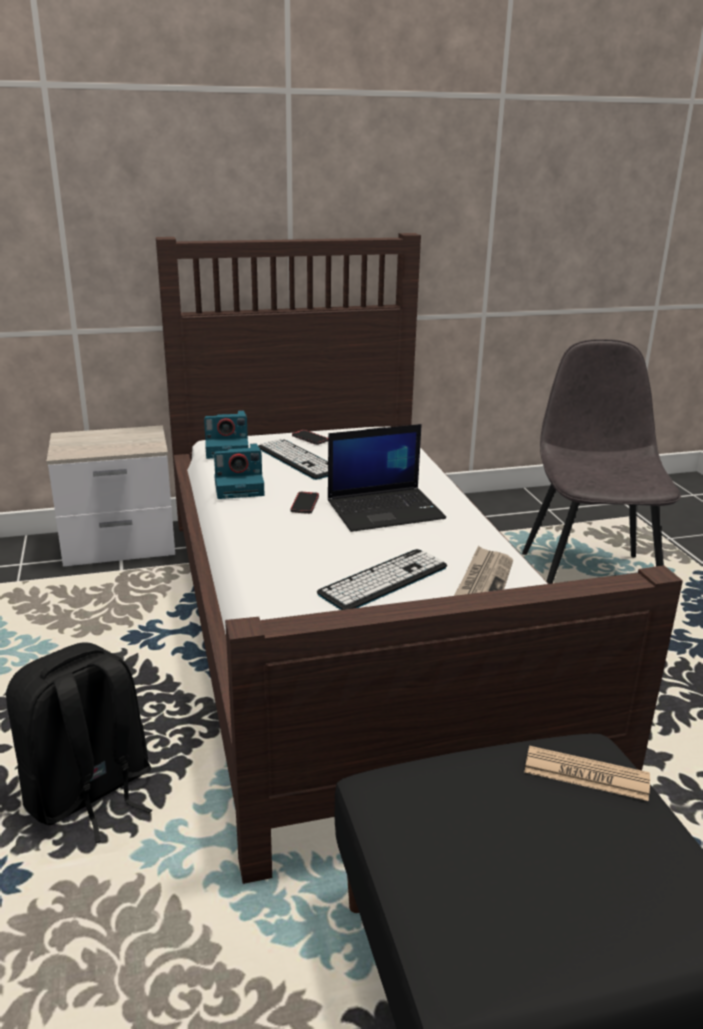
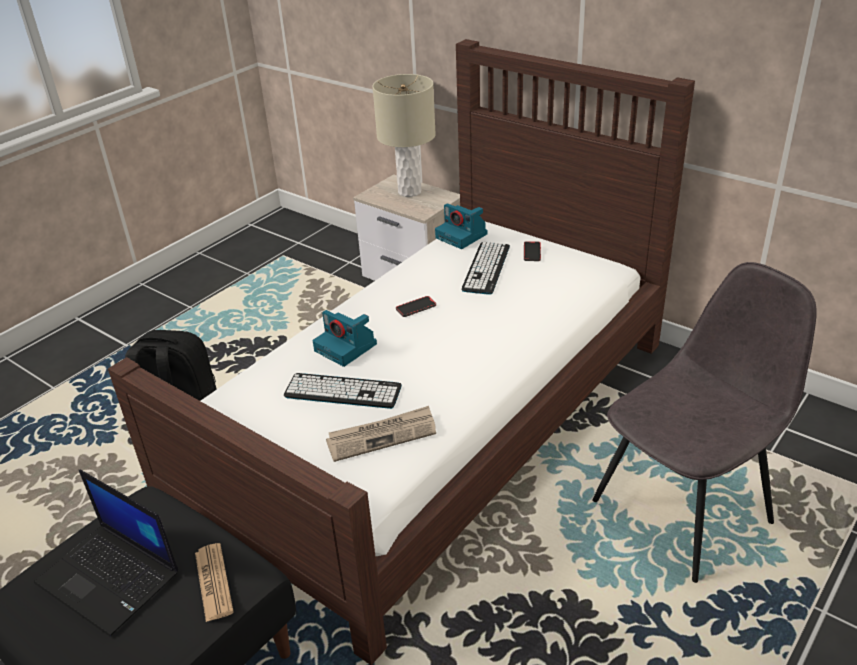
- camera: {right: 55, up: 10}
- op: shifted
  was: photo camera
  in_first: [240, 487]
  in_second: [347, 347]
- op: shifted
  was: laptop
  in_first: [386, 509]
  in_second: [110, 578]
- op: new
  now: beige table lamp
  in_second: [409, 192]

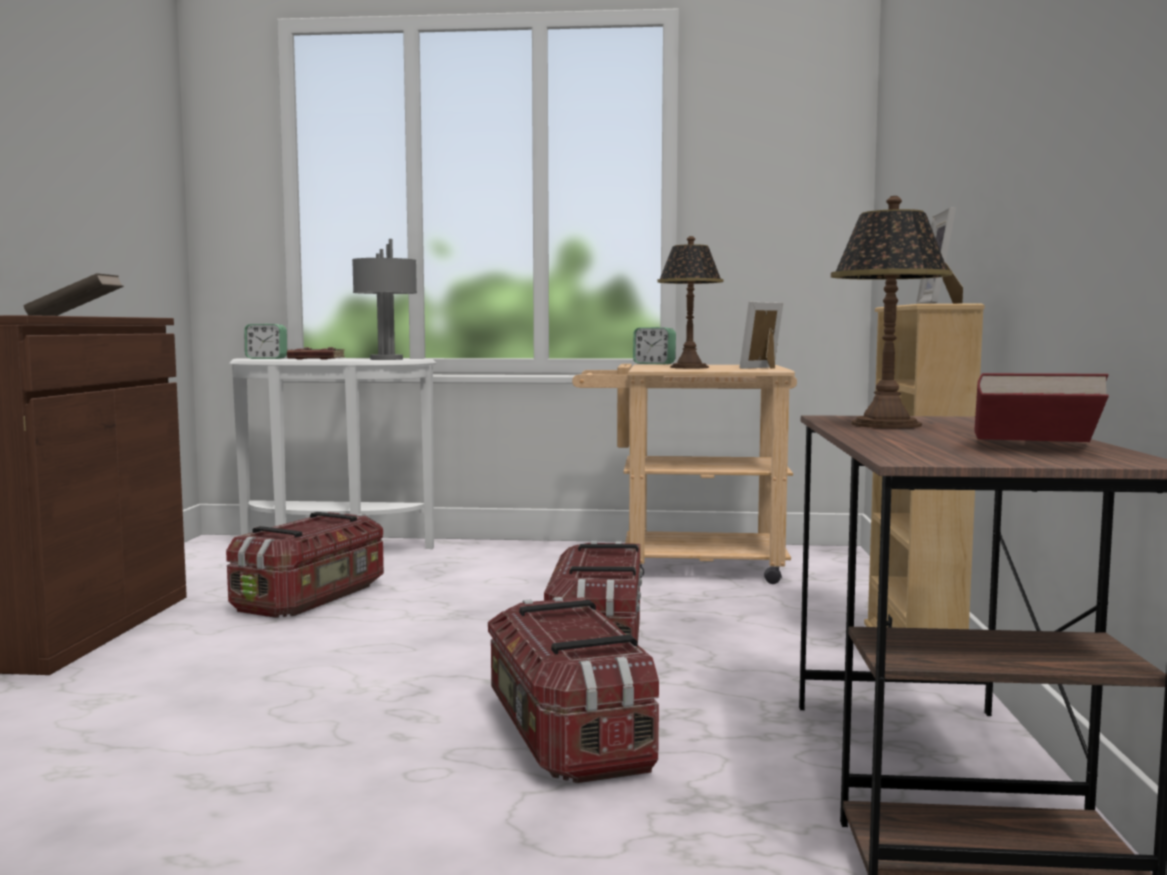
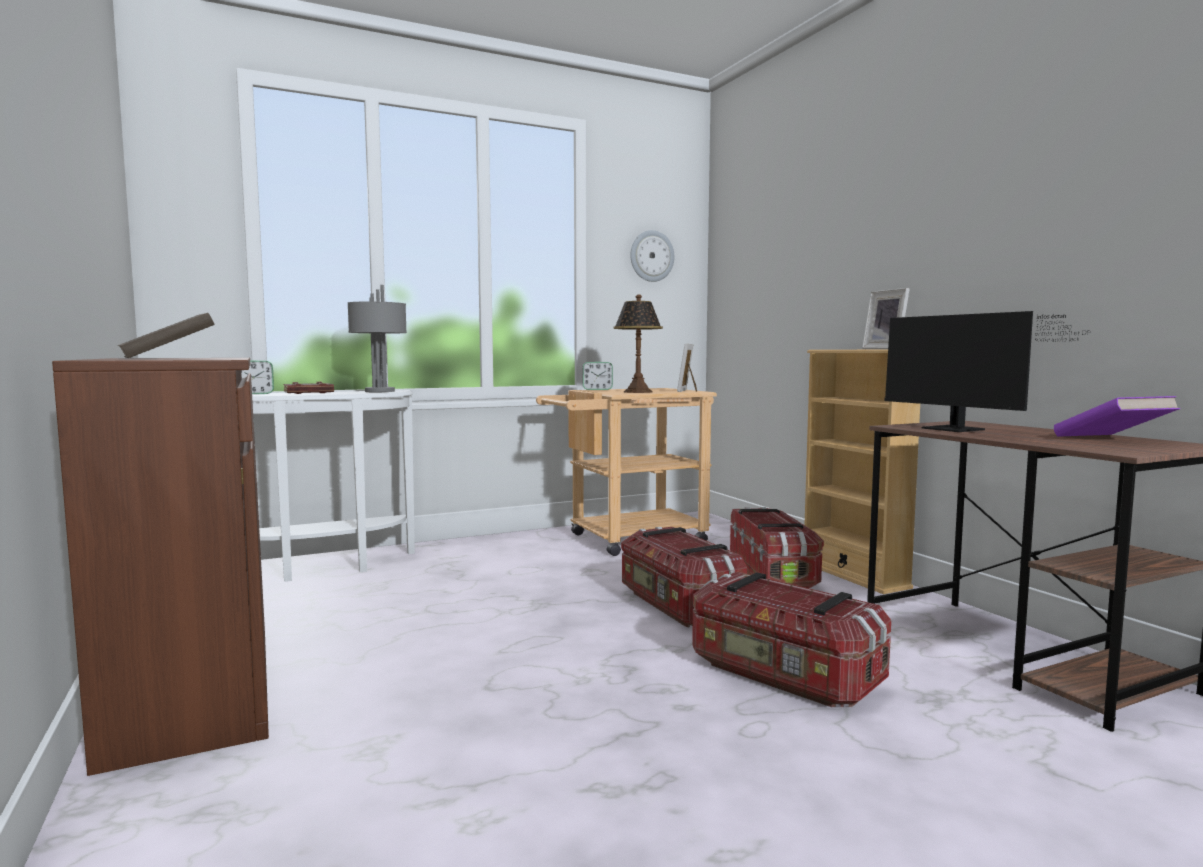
- camera: {right: -30, up: 0}
- op: shifted
  was: storage box
  in_first: [313, 597]
  in_second: [772, 575]
- op: swapped
  was: table lamp
  now: monitor
  in_first: [885, 425]
  in_second: [958, 430]
- op: repainted
  was: red book
  now: purple book
  in_first: [1034, 447]
  in_second: [1111, 440]
- op: new
  now: wall clock
  in_second: [651, 256]

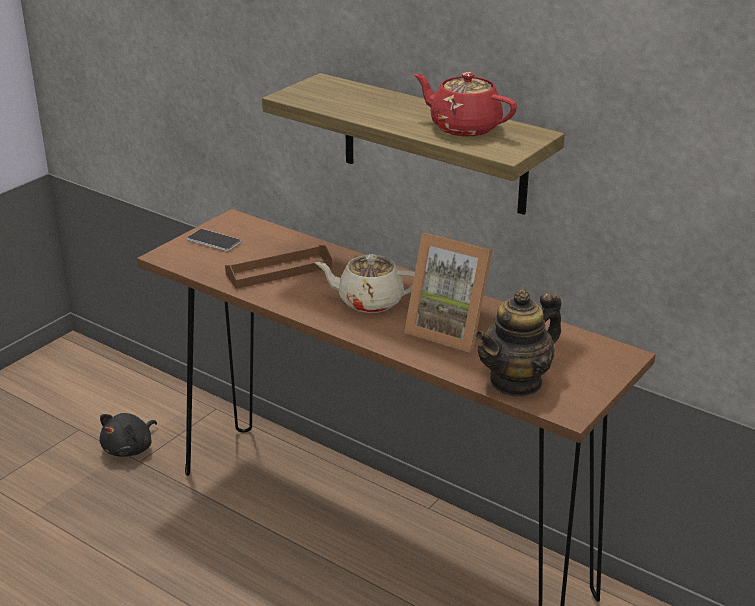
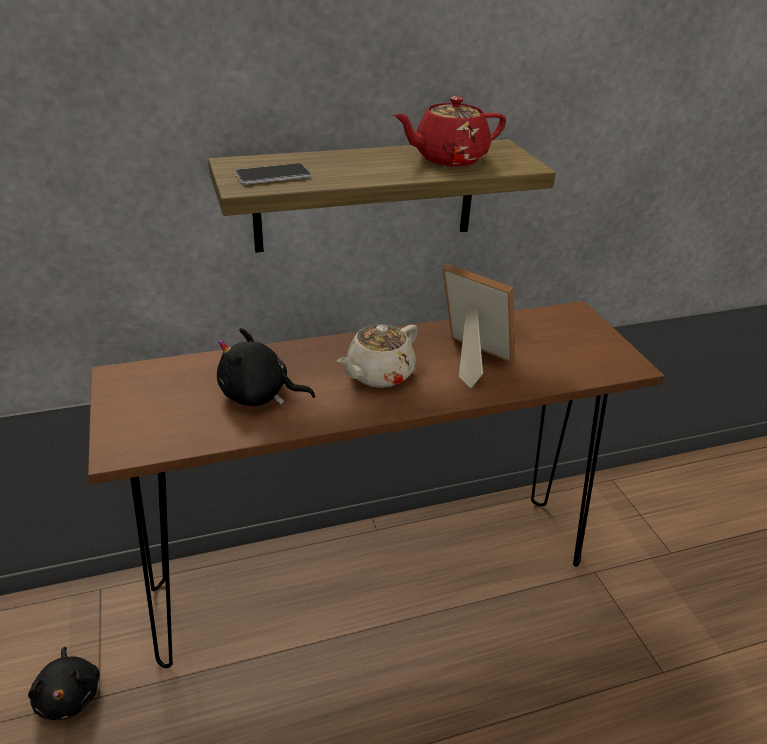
- camera: {right: -55, up: 5}
- op: shifted
  was: phone
  in_first: [213, 241]
  in_second: [273, 176]
- op: swapped
  was: brown tray
  now: black plush toy
  in_first: [279, 271]
  in_second: [259, 395]
- op: rotated
  was: picture frame
  in_first: [450, 330]
  in_second: [469, 359]
  clockwise: -120
- op: gone
  was: teapot
  in_first: [516, 381]

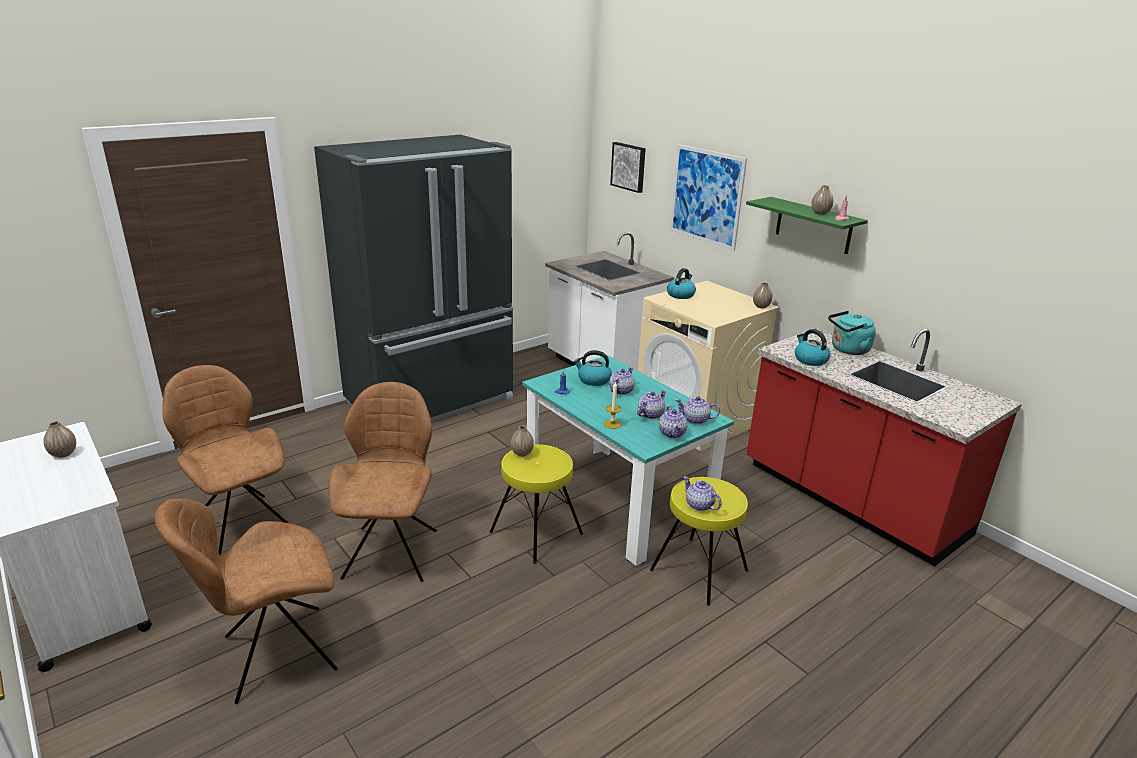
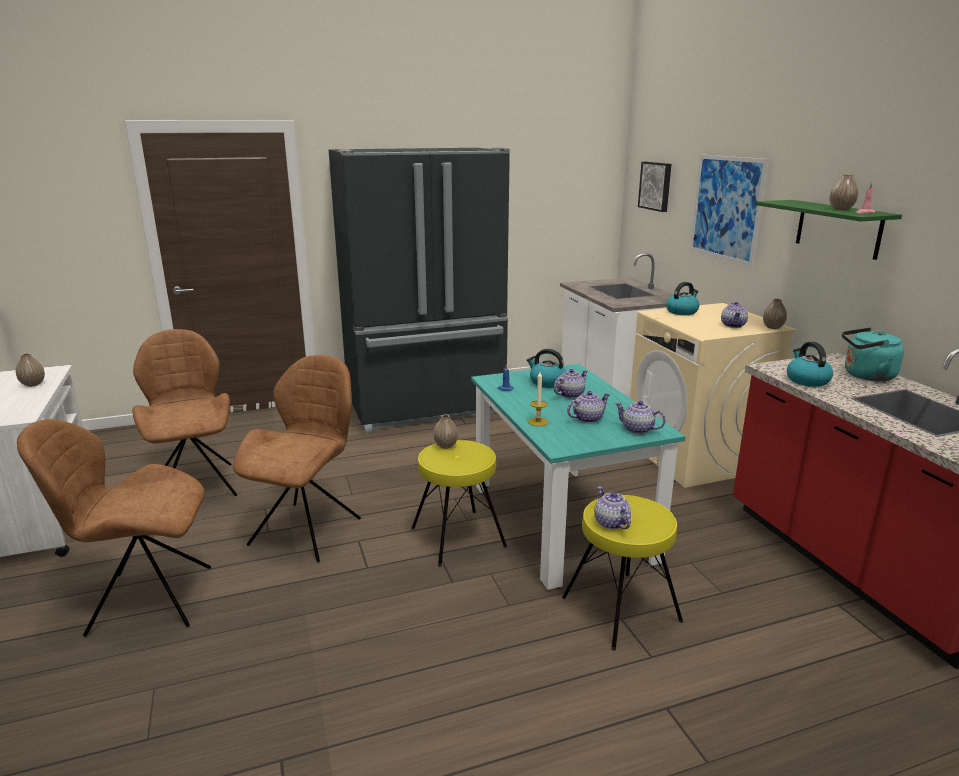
- camera: {right: 20, up: -5}
- op: shifted
  was: teapot
  in_first: [672, 433]
  in_second: [733, 325]

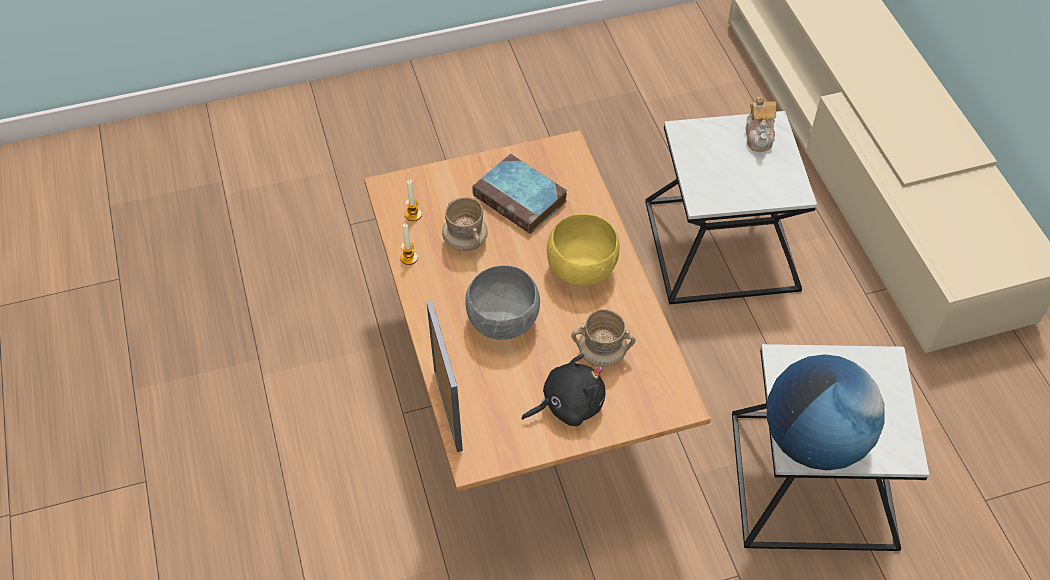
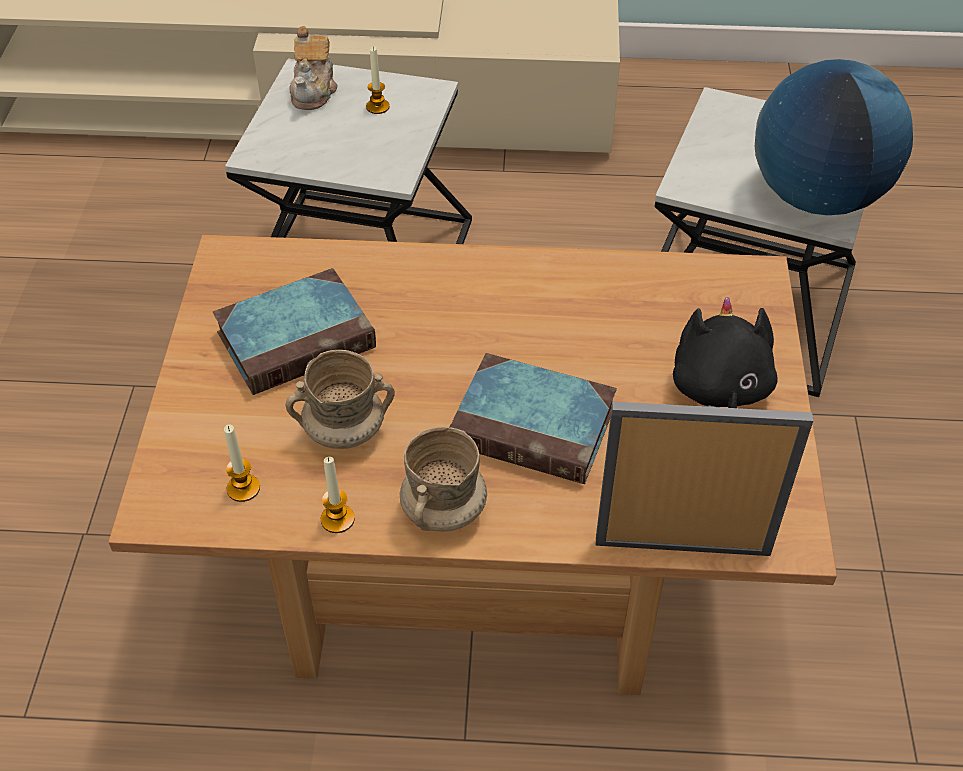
- camera: {right: -70, up: -5}
- op: swapped
  was: grey bowl
  now: book
  in_first: [504, 323]
  in_second: [537, 426]
- op: gone
  was: yellow bowl
  in_first: [582, 269]
- op: shifted
  was: beige mug
  in_first: [601, 354]
  in_second: [444, 511]
- op: rotated
  was: teapot
  in_first: [759, 135]
  in_second: [314, 91]
  clockwise: 75
- op: new
  now: candle
  in_second: [377, 107]

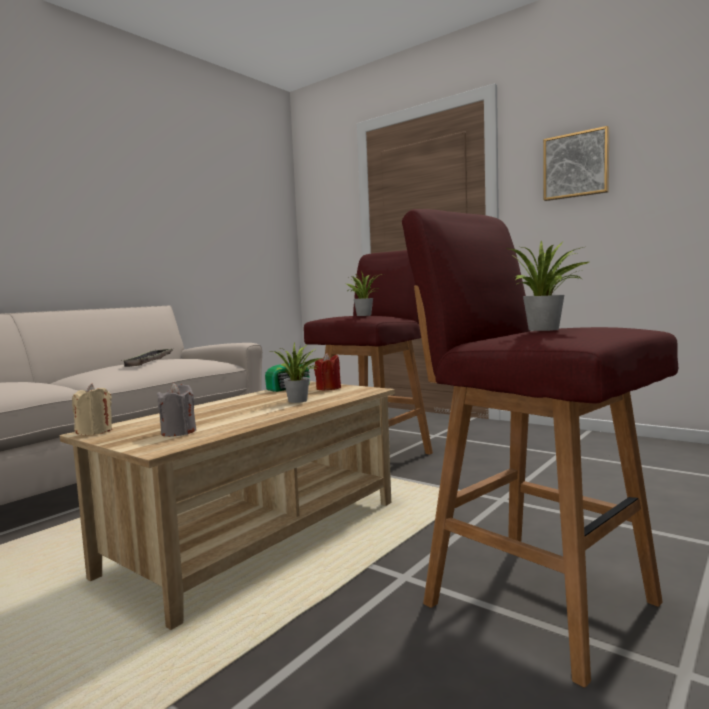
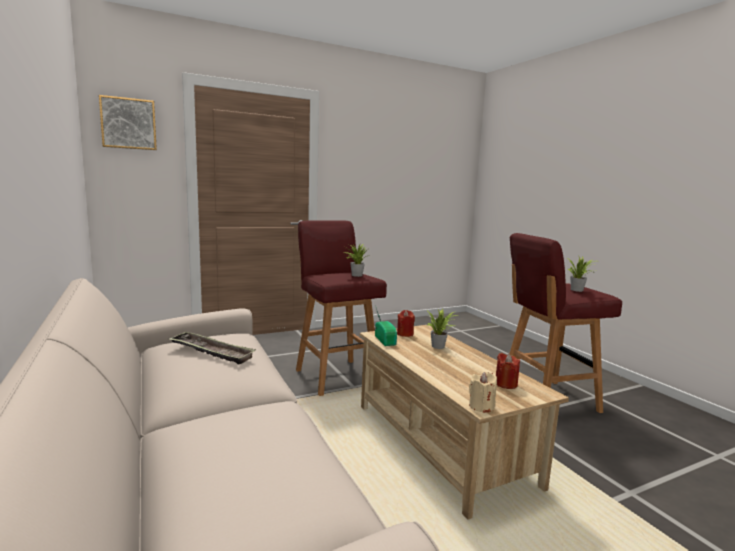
- camera: {right: -65, up: 5}
- op: repainted
  was: grey candle
  now: red candle
  in_first: [178, 432]
  in_second: [506, 384]
- op: shifted
  was: picture
  in_first: [576, 165]
  in_second: [128, 123]

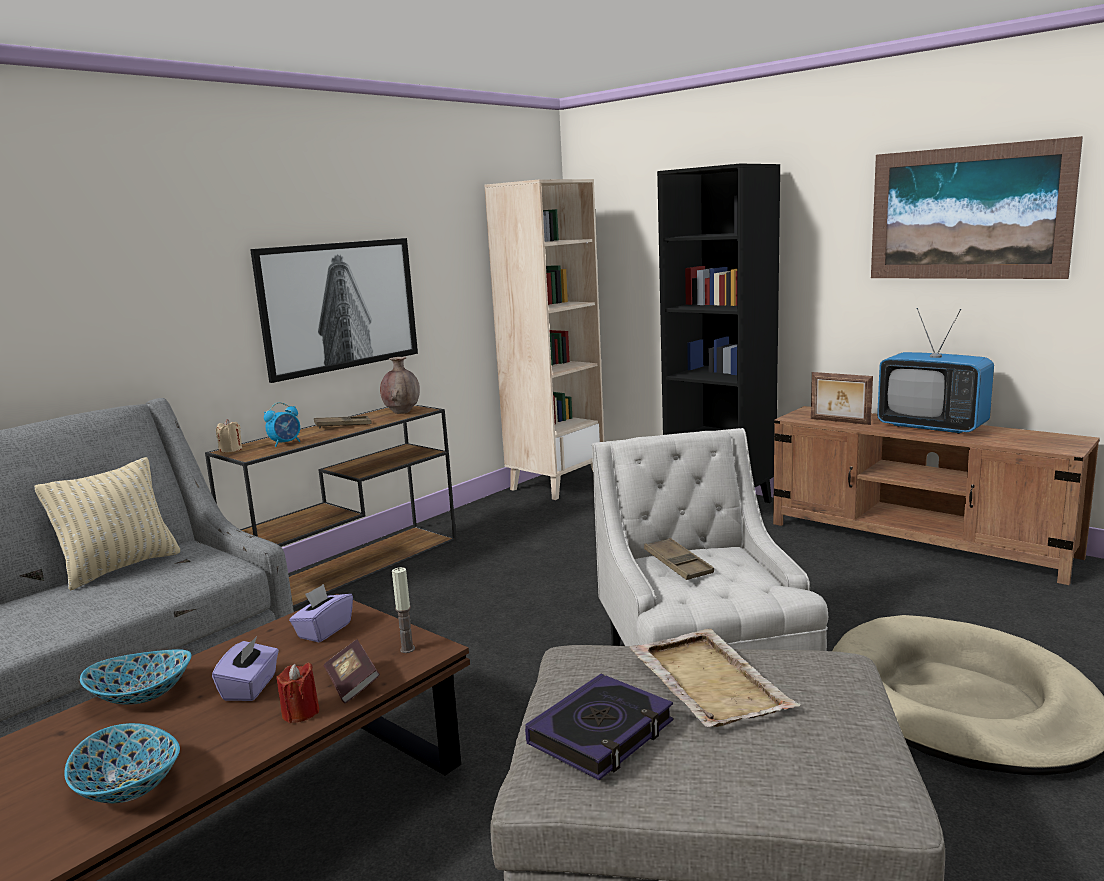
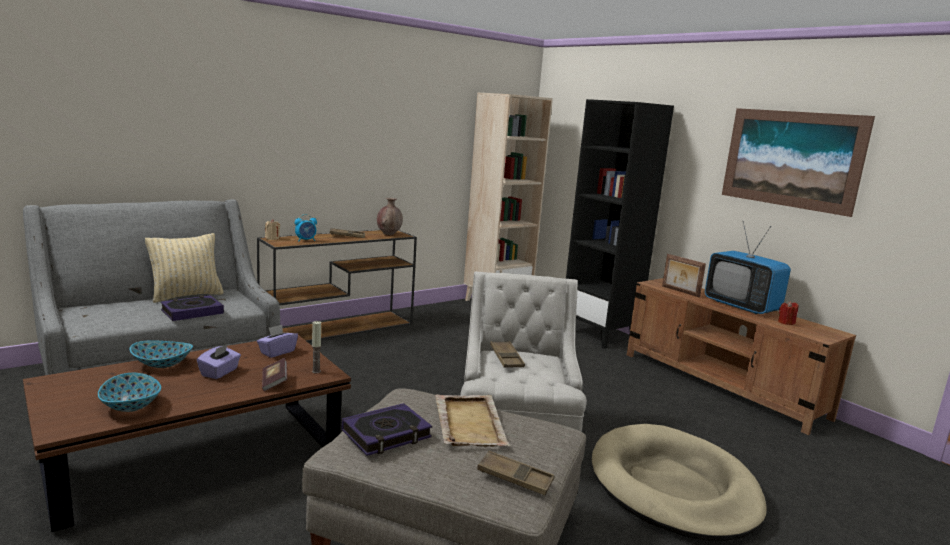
- camera: {right: 10, up: 0}
- op: gone
  was: picture
  in_first: [340, 306]
- op: shifted
  was: red candle
  in_first: [300, 713]
  in_second: [786, 322]
- op: new
  now: book
  in_second: [192, 312]
- op: new
  now: brown tray
  in_second: [515, 478]

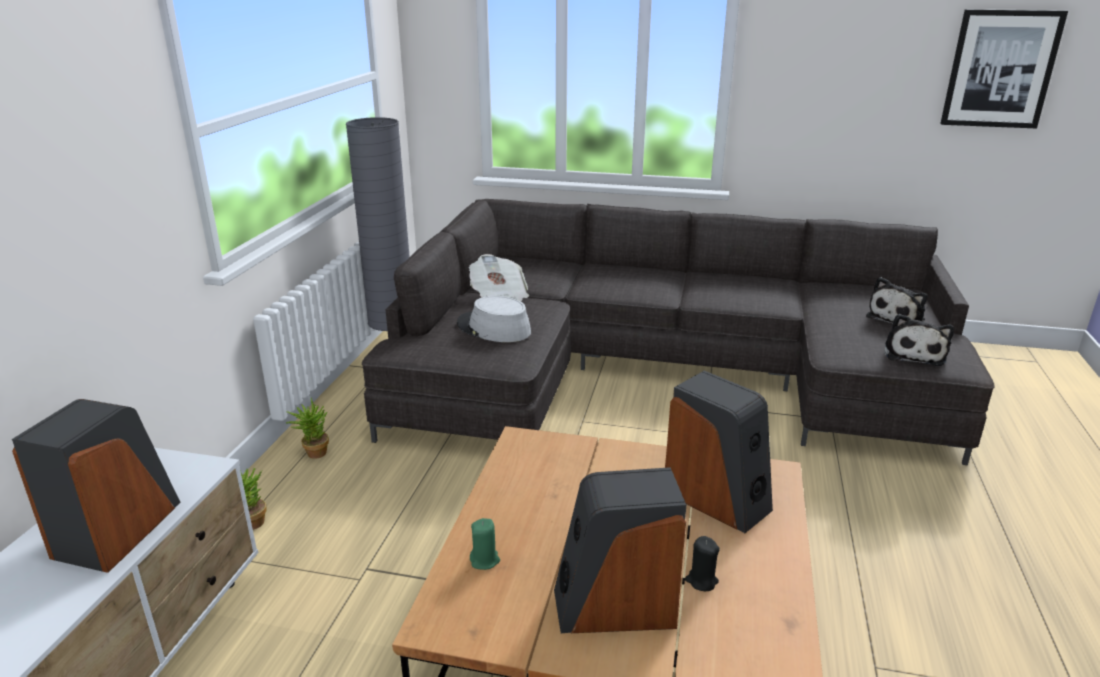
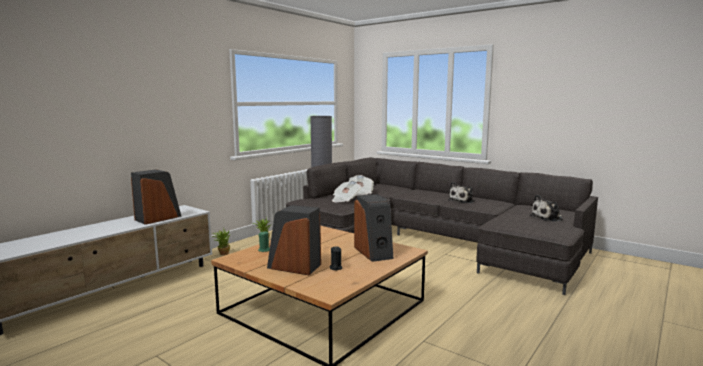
- camera: {right: 25, up: -15}
- op: swapped
  was: grey hat
  now: newspaper
  in_first: [493, 328]
  in_second: [345, 199]
- op: shifted
  was: plush toy
  in_first: [914, 353]
  in_second: [462, 201]
- op: gone
  was: picture
  in_first: [1000, 69]

